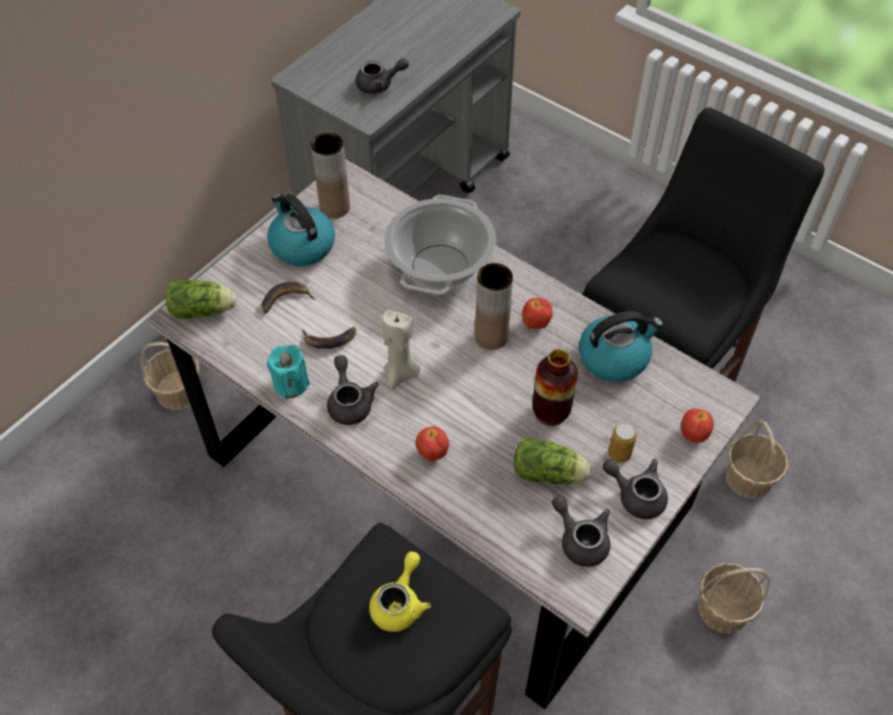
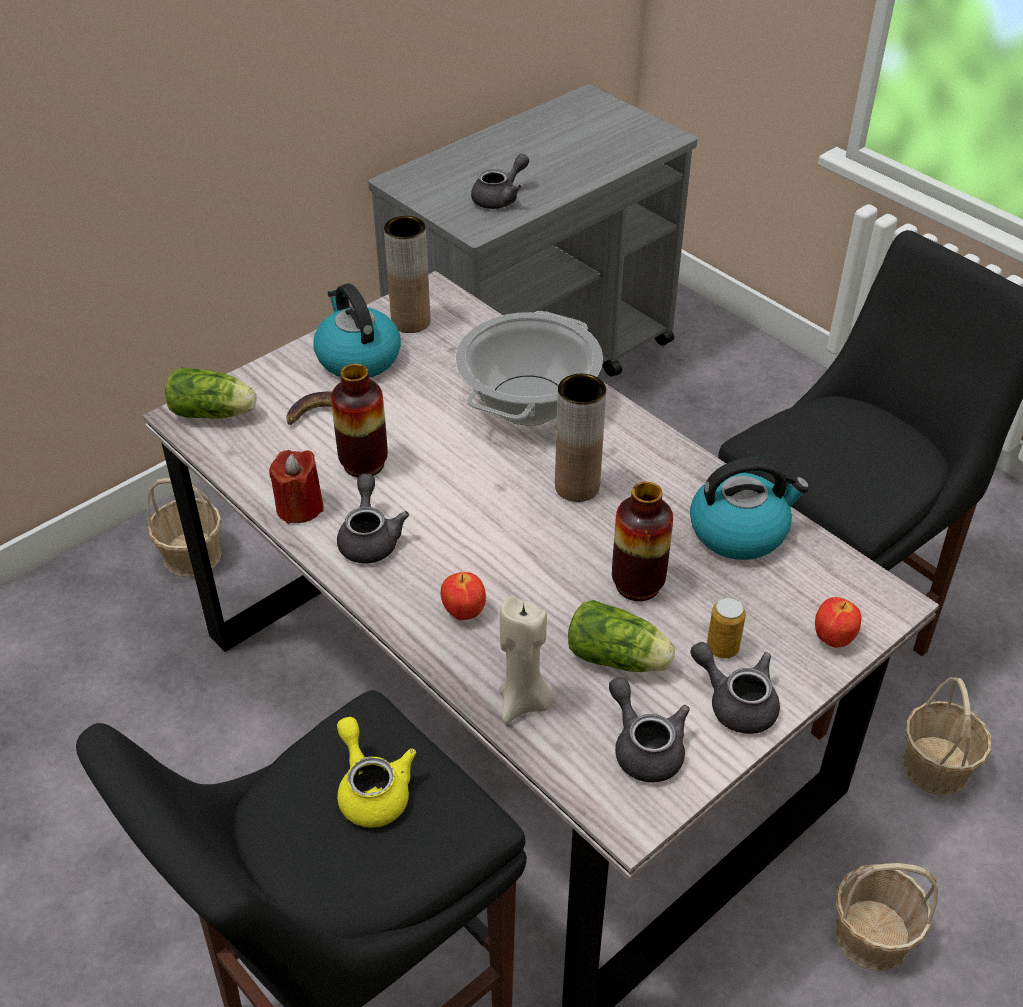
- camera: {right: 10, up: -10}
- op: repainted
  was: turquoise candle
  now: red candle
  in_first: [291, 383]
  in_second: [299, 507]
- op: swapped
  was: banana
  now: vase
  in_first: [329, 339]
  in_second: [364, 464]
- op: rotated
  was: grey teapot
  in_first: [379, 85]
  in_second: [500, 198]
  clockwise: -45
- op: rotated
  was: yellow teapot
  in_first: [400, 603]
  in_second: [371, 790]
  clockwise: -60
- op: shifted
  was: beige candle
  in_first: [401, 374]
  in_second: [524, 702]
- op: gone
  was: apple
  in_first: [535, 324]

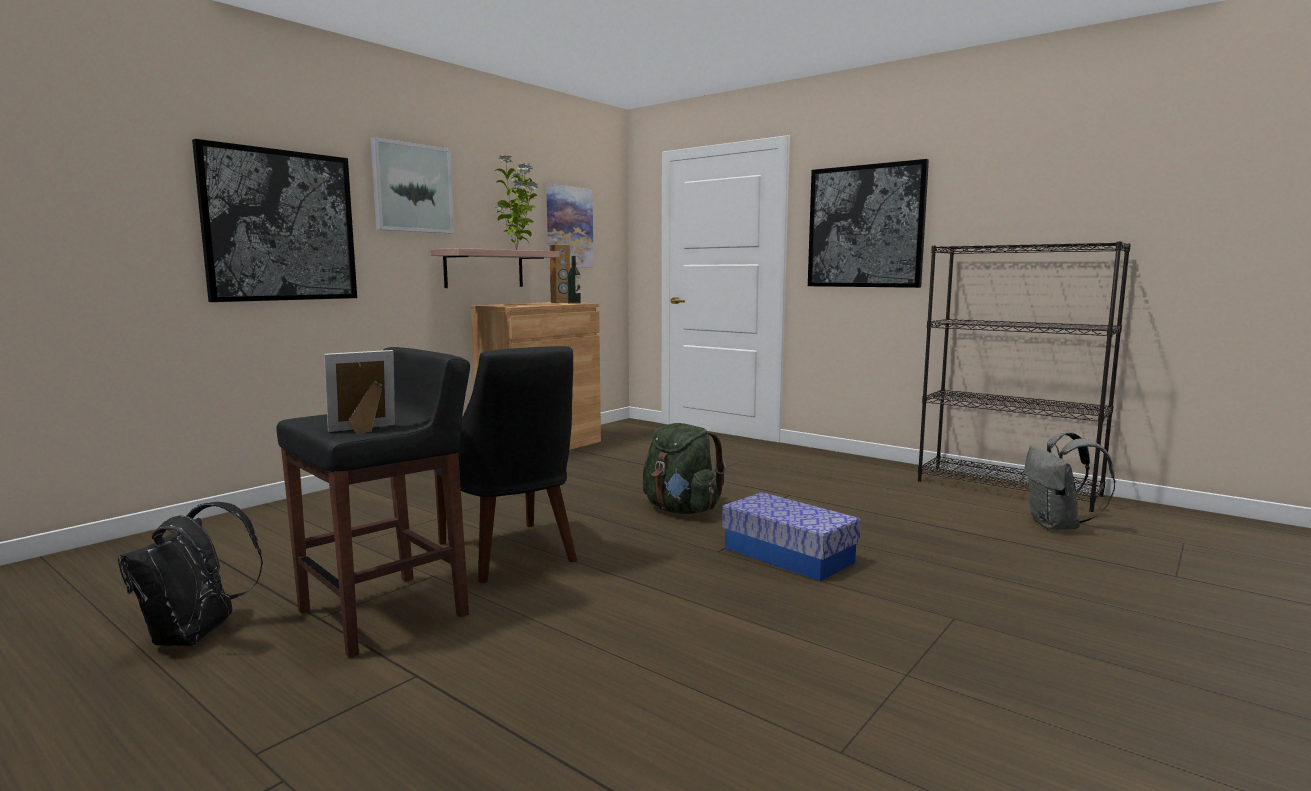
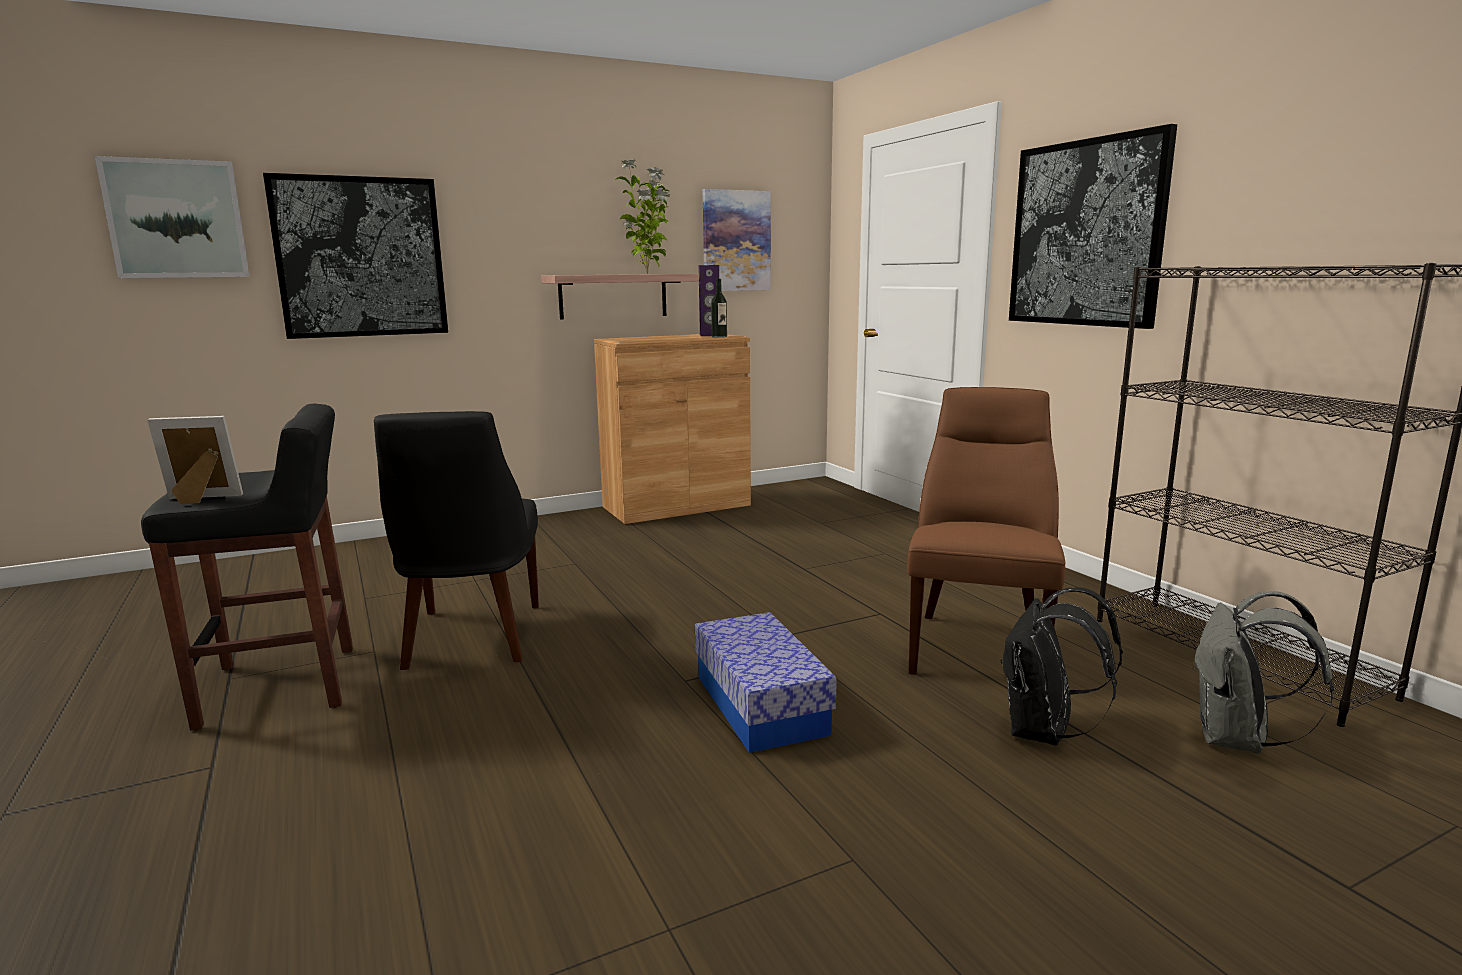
- camera: {right: 25, up: 5}
- op: shifted
  was: black backpack
  in_first: [196, 637]
  in_second: [1044, 733]
- op: shifted
  was: picture
  in_first: [412, 188]
  in_second: [176, 219]
- op: repainted
  was: brown speaker
  now: purple speaker
  in_first: [561, 302]
  in_second: [709, 335]
- op: gone
  was: green backpack
  in_first: [681, 510]
- op: new
  now: brown chair
  in_second: [978, 646]

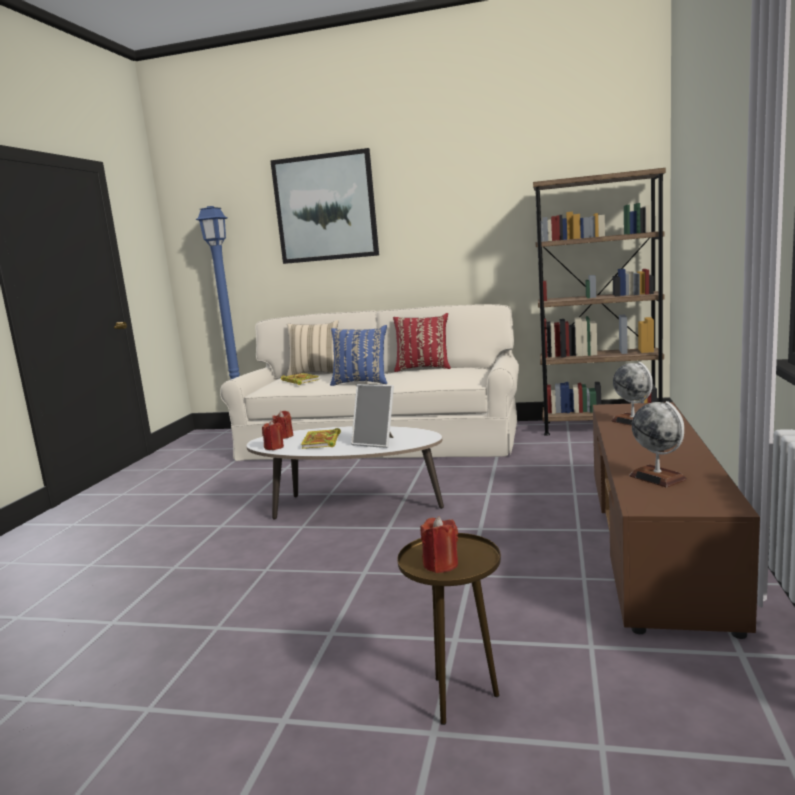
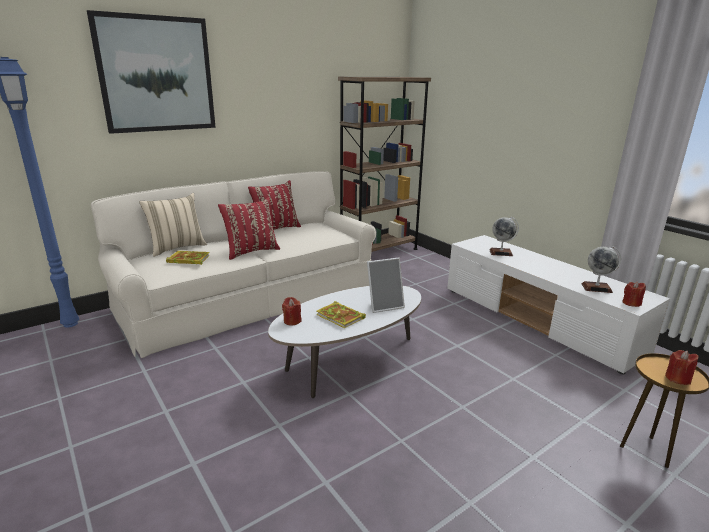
- camera: {right: -50, up: 10}
- op: shifted
  was: red candle
  in_first: [274, 447]
  in_second: [631, 303]
- op: repainted
  was: blue pillow
  now: red pillow
  in_first: [361, 382]
  in_second: [251, 251]
- op: repainted
  was: brown tv stand
  now: white tv stand
  in_first: [655, 541]
  in_second: [538, 320]

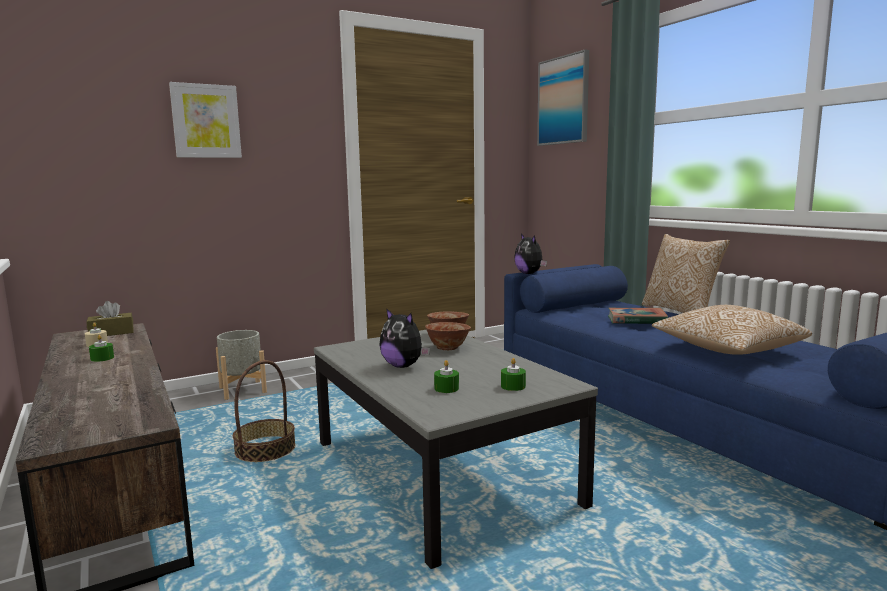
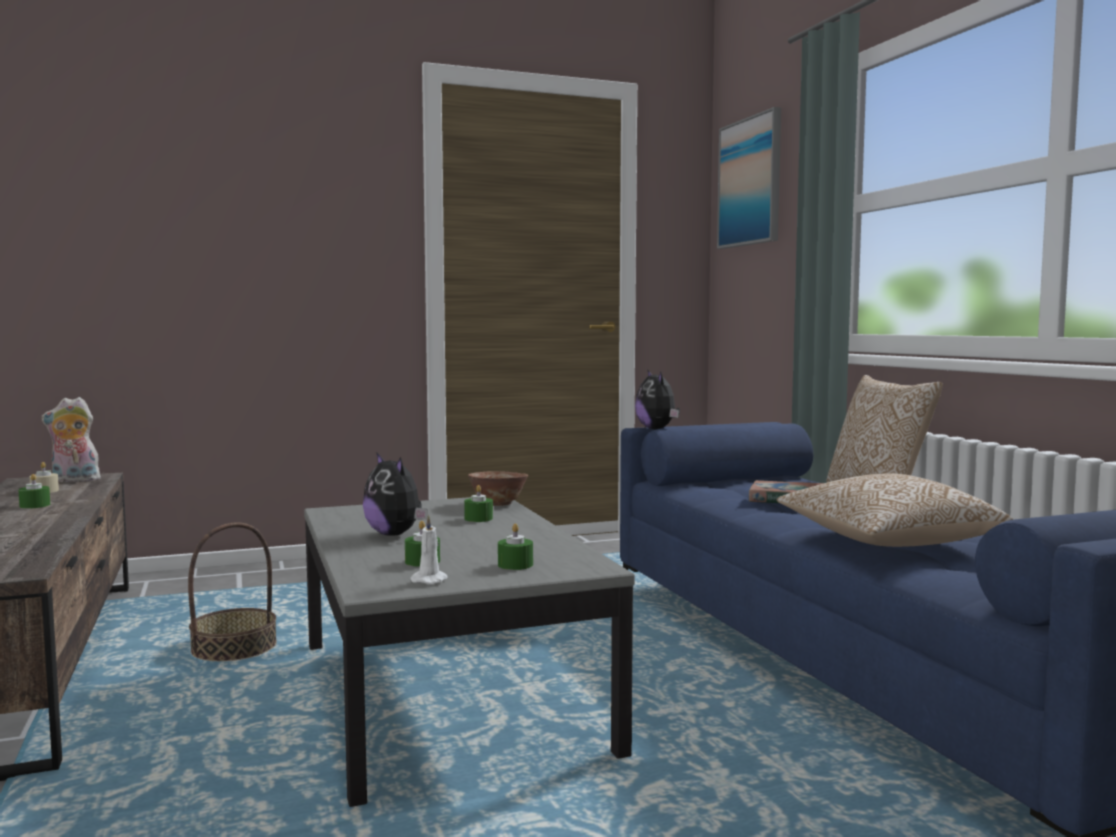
- camera: {right: 10, up: -5}
- op: swapped
  was: brown tissue box
  now: plush toy
  in_first: [111, 333]
  in_second: [73, 480]
- op: gone
  was: picture
  in_first: [206, 121]
- op: gone
  was: grey planter
  in_first: [242, 390]
- op: swapped
  was: bowl
  now: green candle
  in_first: [447, 348]
  in_second: [478, 518]
- op: new
  now: white candle
  in_second: [430, 580]

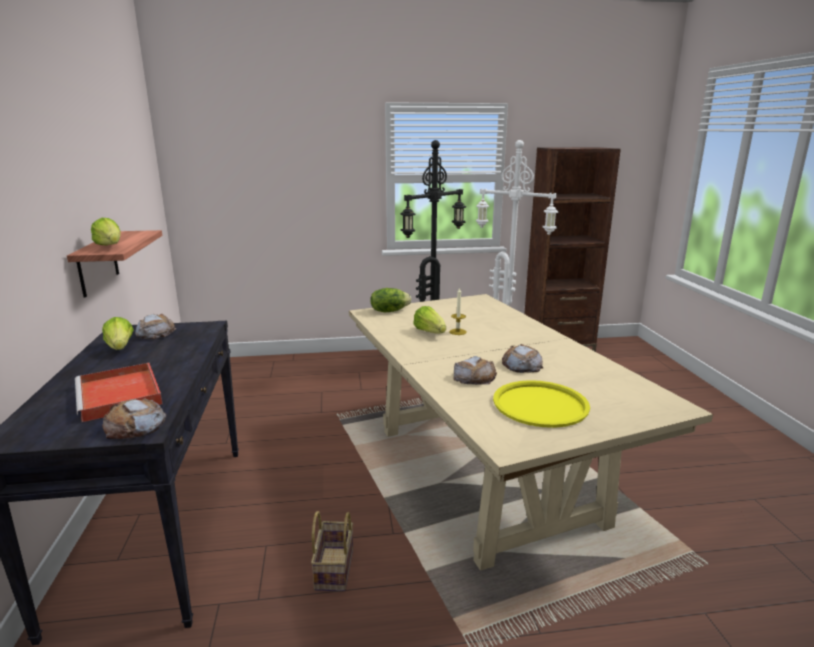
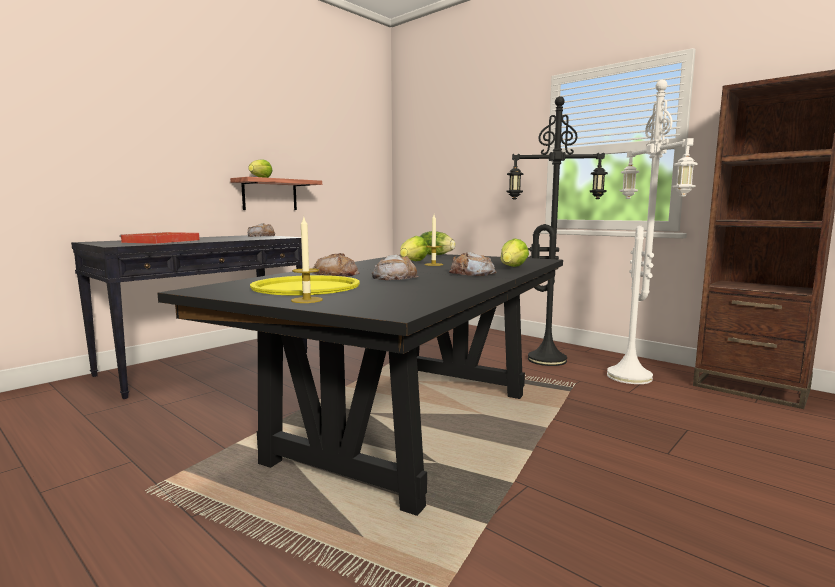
- camera: {right: 50, up: -10}
- op: shifted
  was: lettuce
  in_first: [120, 348]
  in_second: [512, 268]
- op: shifted
  was: bread
  in_first: [135, 426]
  in_second: [472, 273]
- op: gone
  was: basket
  in_first: [333, 567]
- op: repainted
  was: beige dining table
  now: black dining table
  in_first: [484, 474]
  in_second: [410, 425]
- op: new
  now: candle
  in_second: [307, 300]

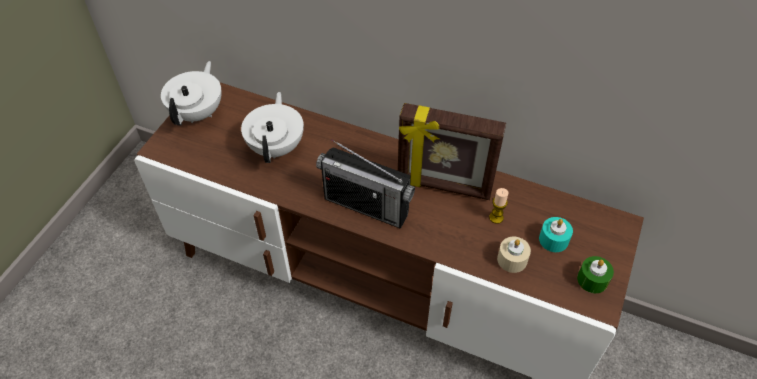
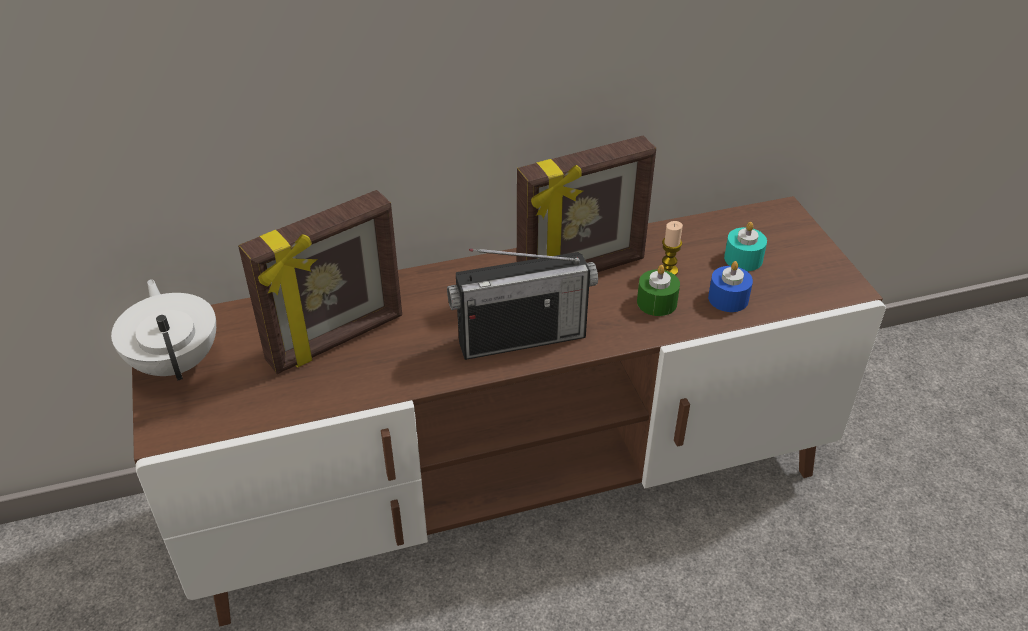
- camera: {right: -40, up: -10}
- op: swapped
  was: white teapot
  now: picture frame
  in_first: [277, 147]
  in_second: [337, 340]
- op: repainted
  was: beige candle
  now: blue candle
  in_first: [512, 259]
  in_second: [728, 298]
- op: shifted
  was: green candle
  in_first: [592, 279]
  in_second: [656, 302]

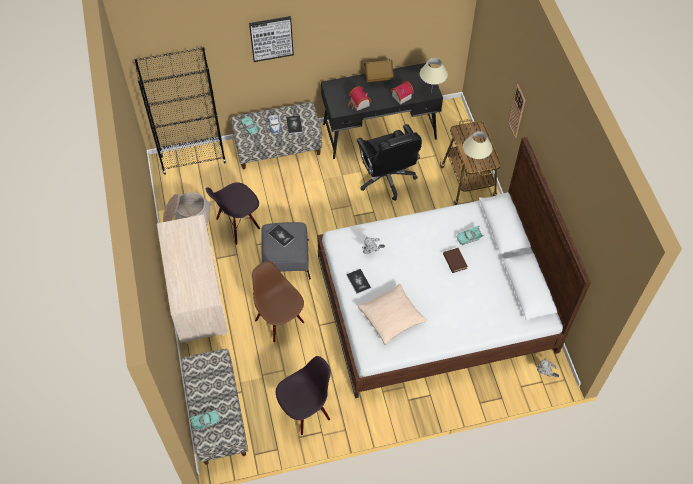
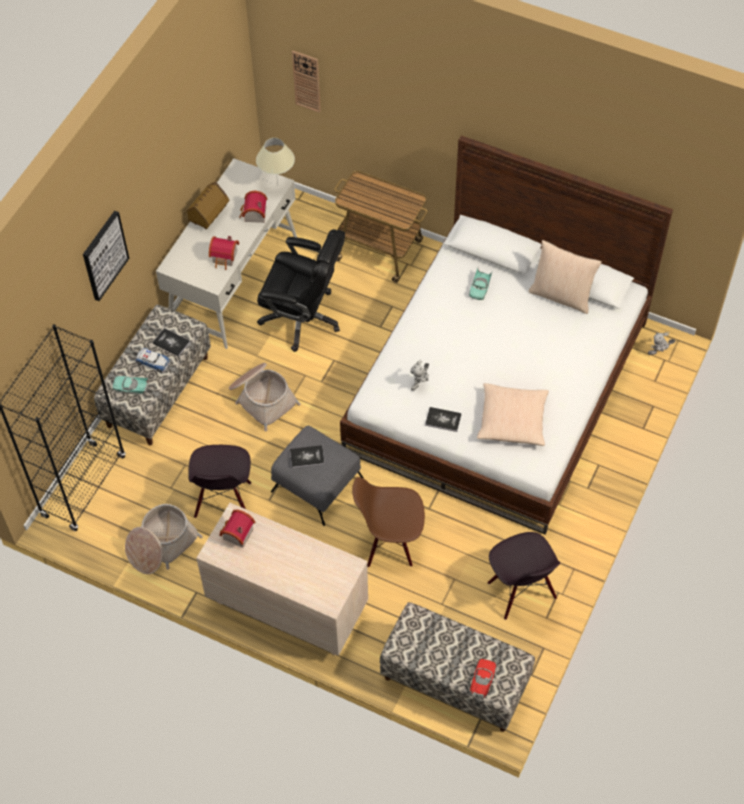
- camera: {right: -50, up: 0}
- op: repainted
  was: turquoise toy car
  now: red toy car
  in_first: [205, 422]
  in_second: [482, 680]
- op: rotated
  was: black chair
  in_first: [305, 411]
  in_second: [521, 591]
  clockwise: 150
- op: repainted
  was: black desk
  now: white desk
  in_first: [379, 131]
  in_second: [234, 280]
- op: gone
  was: brown book
  in_first: [454, 261]
- op: gone
  was: beige table lamp
  in_first: [474, 165]
- op: shifted
  was: wall clock
  in_first: [517, 111]
  in_second: [307, 81]
- op: new
  now: toy house
  in_second: [236, 534]
- op: new
  now: basket
  in_second: [262, 398]
- op: new
  now: beige pillow
  in_second: [561, 295]

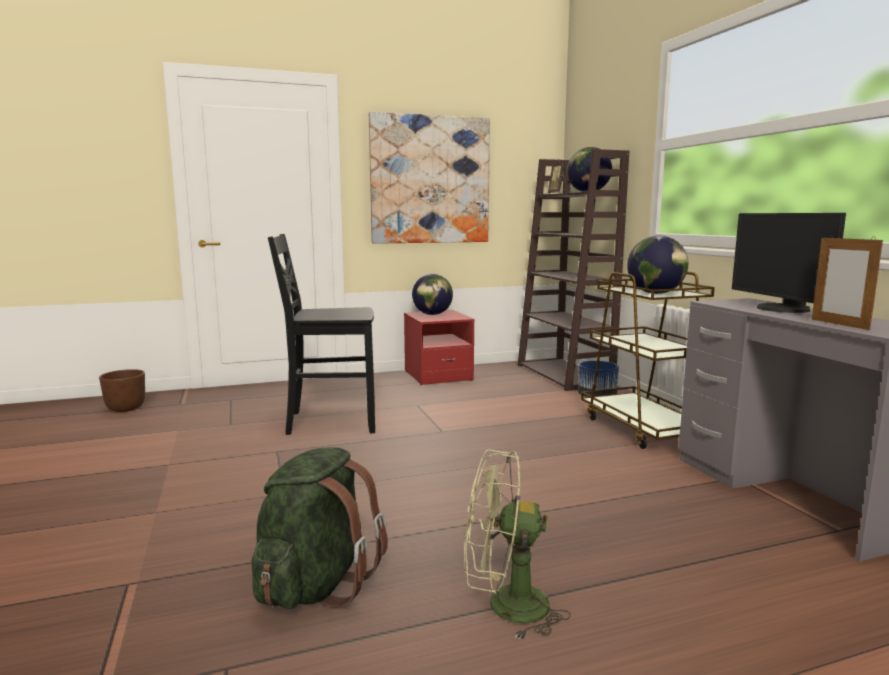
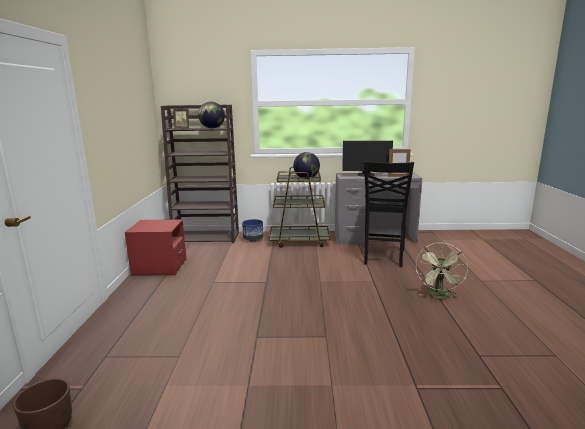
- camera: {right: -70, up: 5}
- op: gone
  was: green backpack
  in_first: [316, 584]
- op: shifted
  was: black chair
  in_first: [330, 421]
  in_second: [383, 257]
- op: gone
  was: picture
  in_first: [430, 180]
- op: gone
  was: globe
  in_first: [432, 314]

